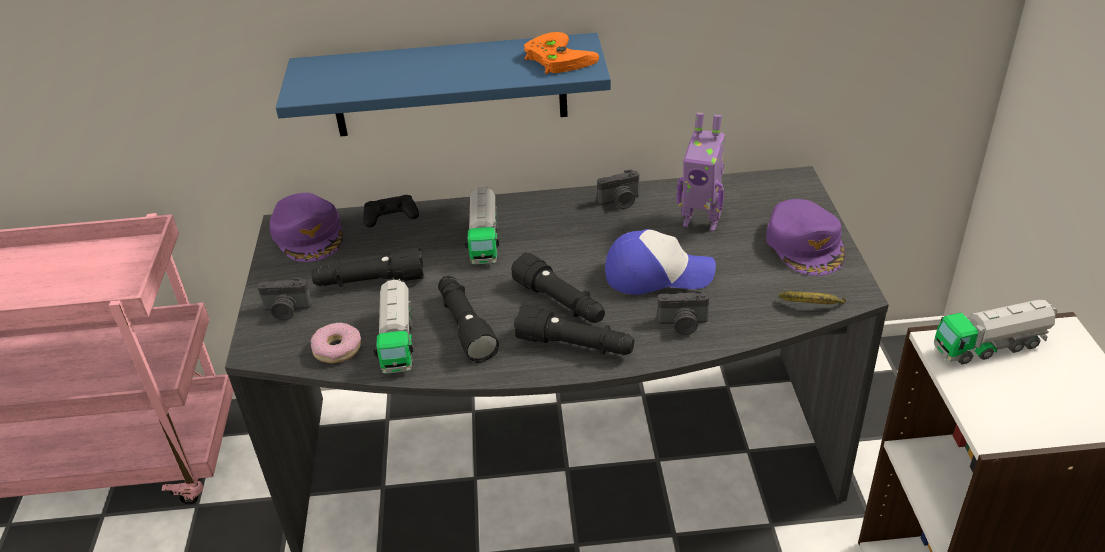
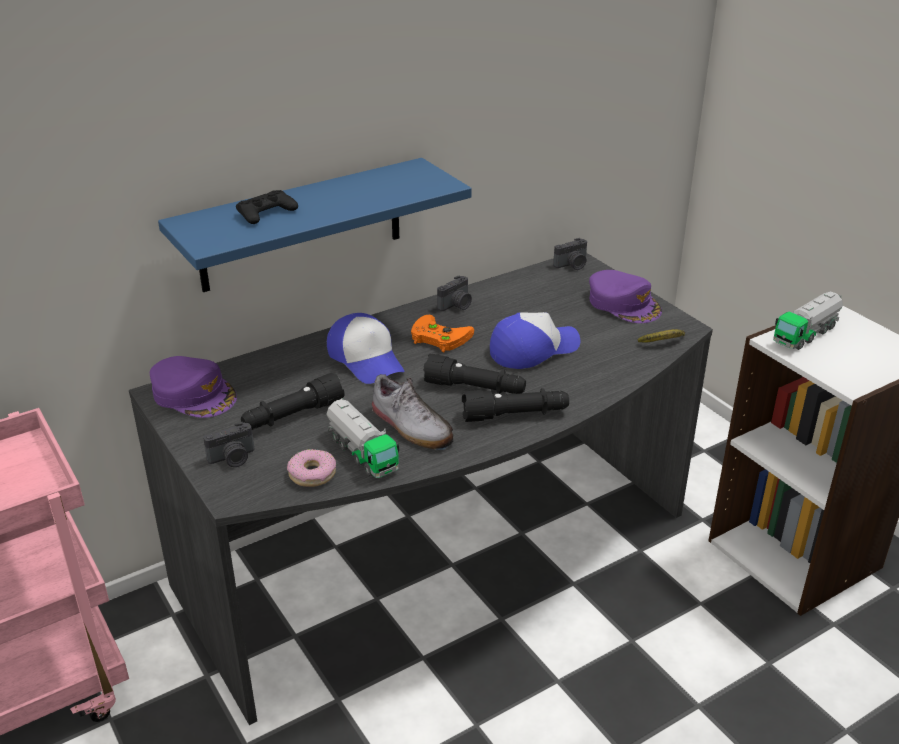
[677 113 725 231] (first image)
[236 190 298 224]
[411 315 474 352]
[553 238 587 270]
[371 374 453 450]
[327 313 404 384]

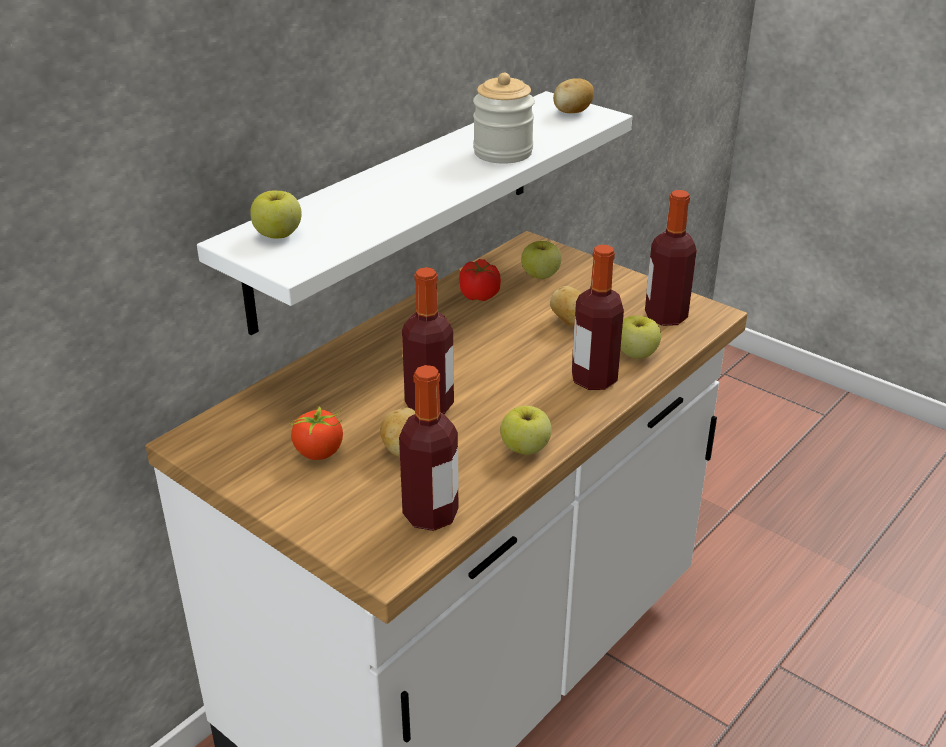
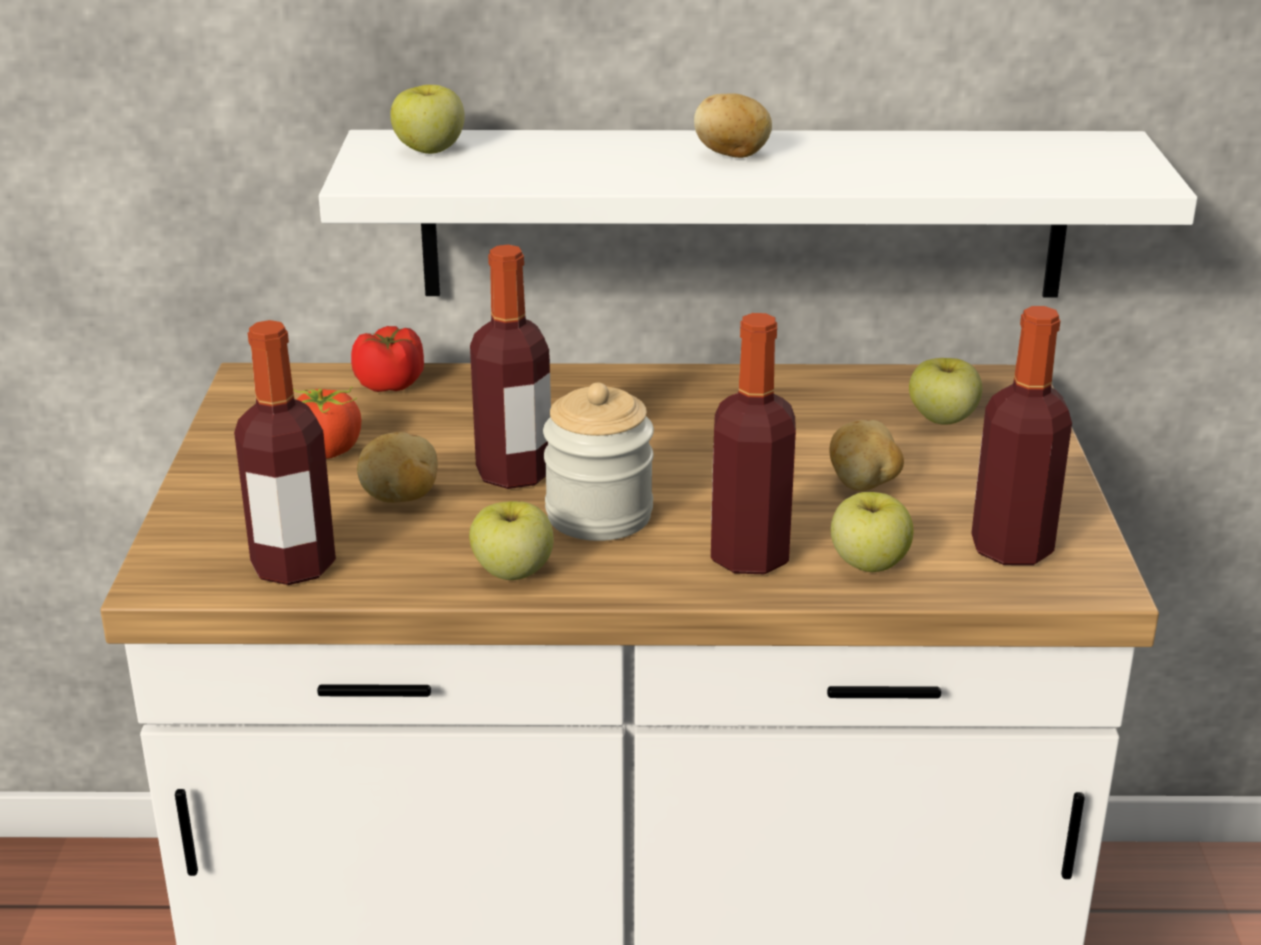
[351 326 424 392]
[543 383 654 541]
[694 93 772 158]

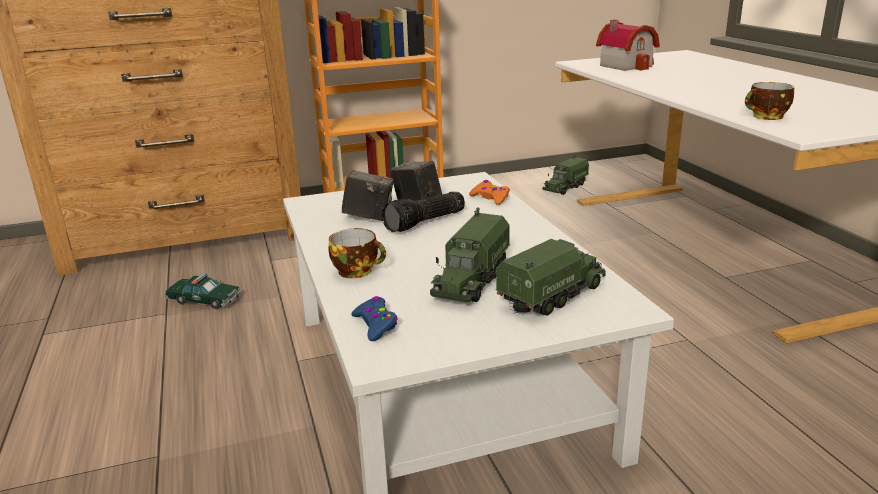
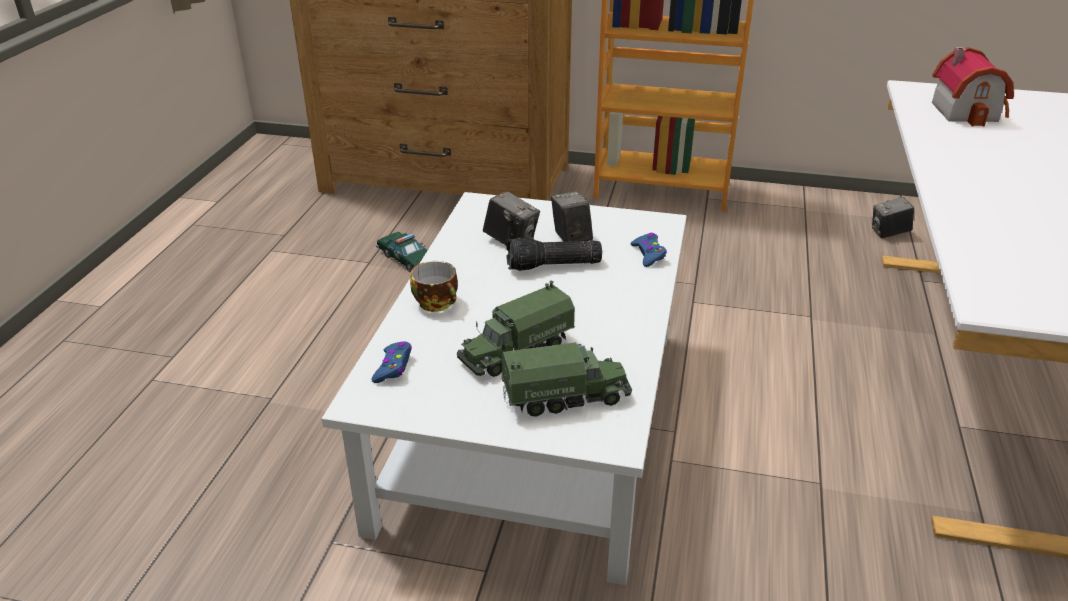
[745 82 794 120] (first image)
[872 197 914 238]
[631 233 667 267]

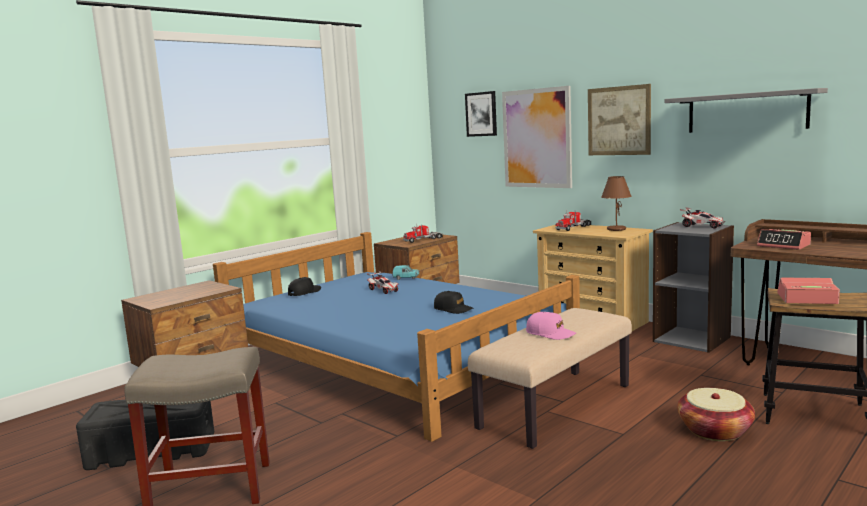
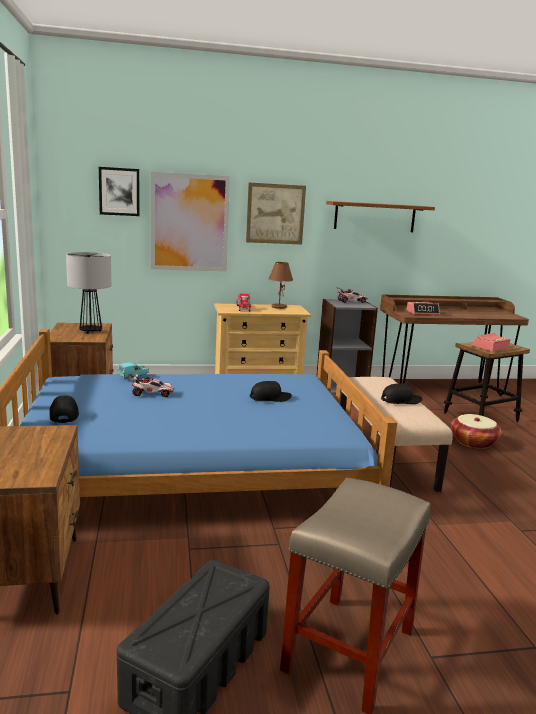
[66 252 112 334]
[381 383 422 404]
[326 201 435 232]

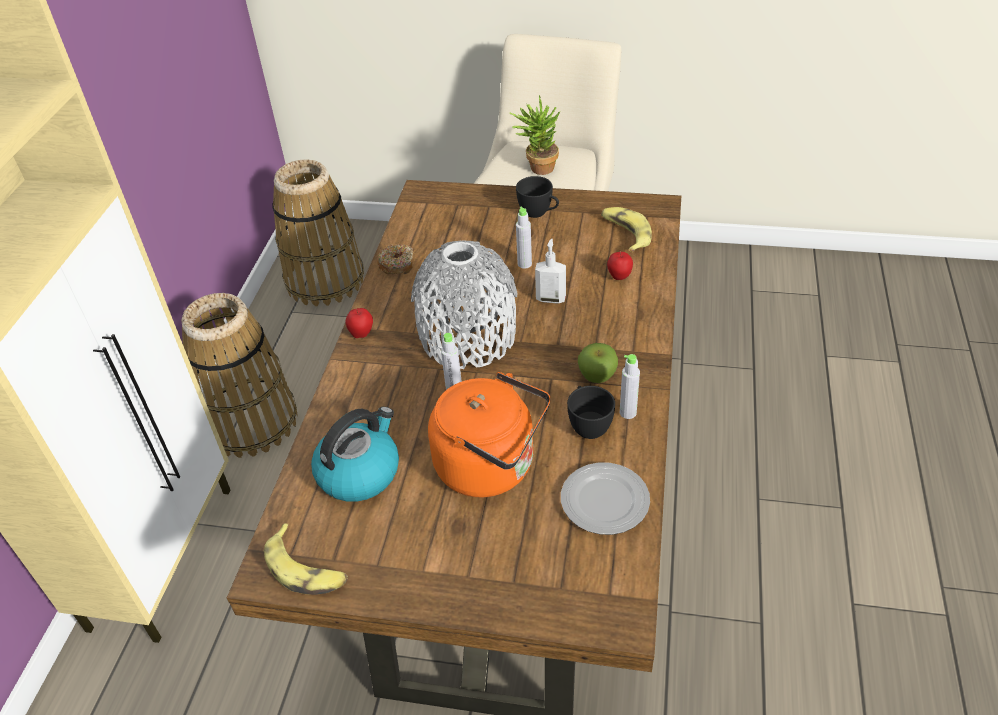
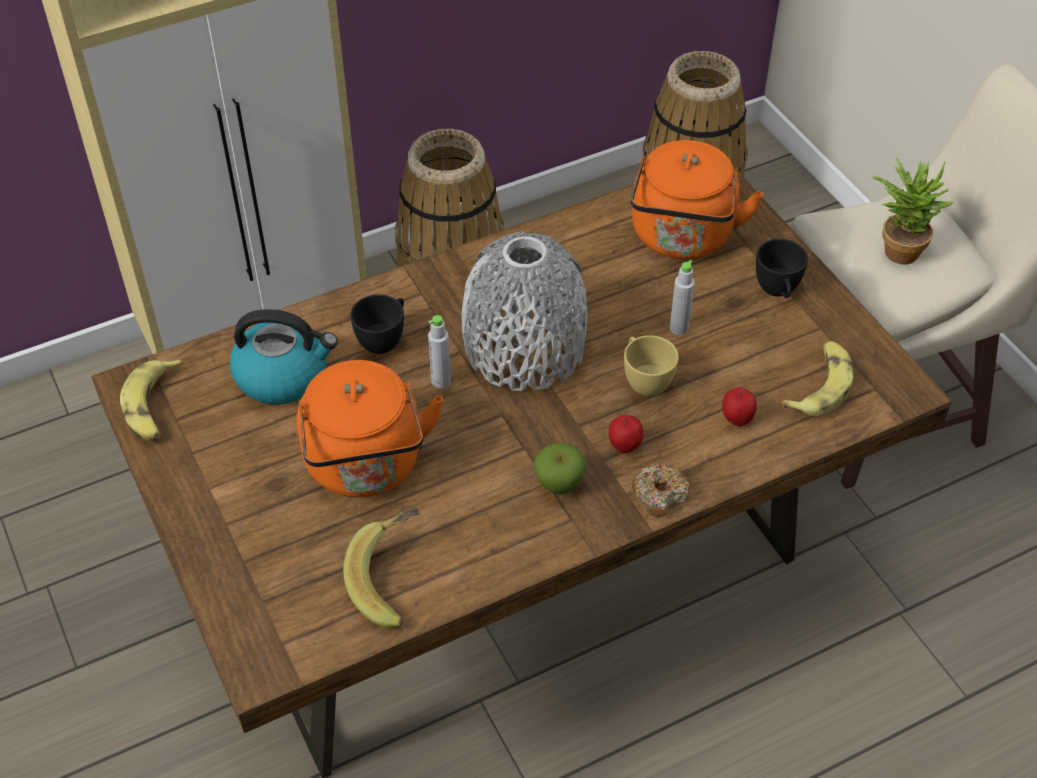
[620 354 640 419] (first image)
[630 140 764 259]
[609 415 643 454]
[631 464 690 517]
[350 294 404 354]
[624 335 679 396]
[343 508 419 628]

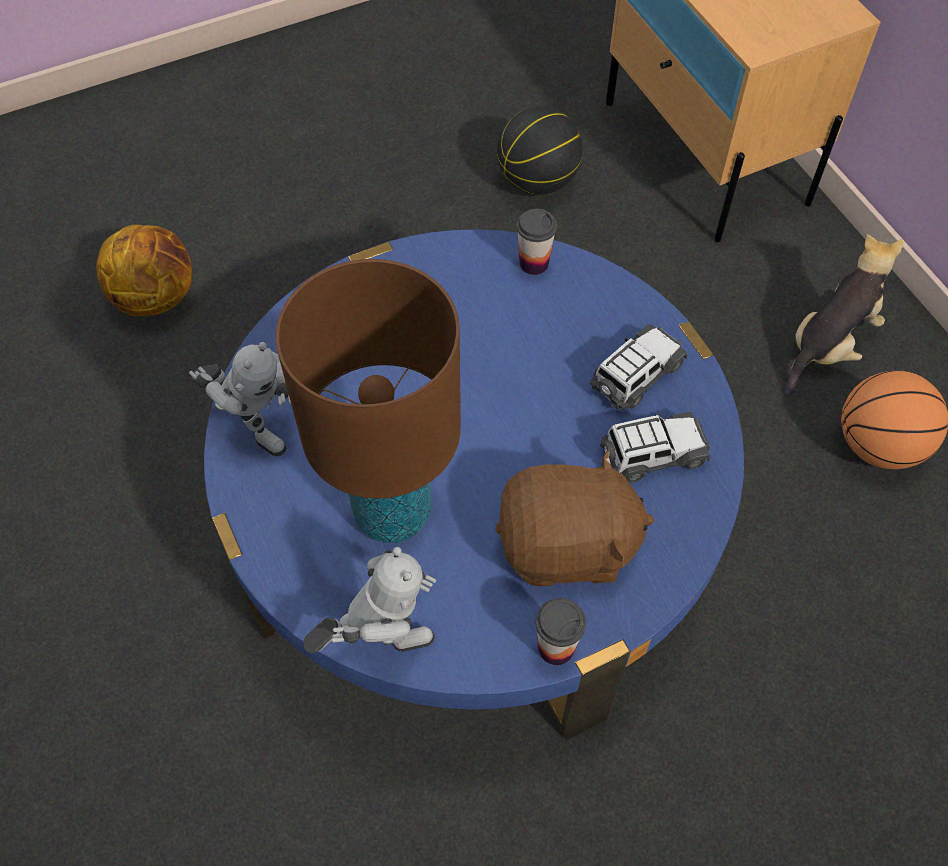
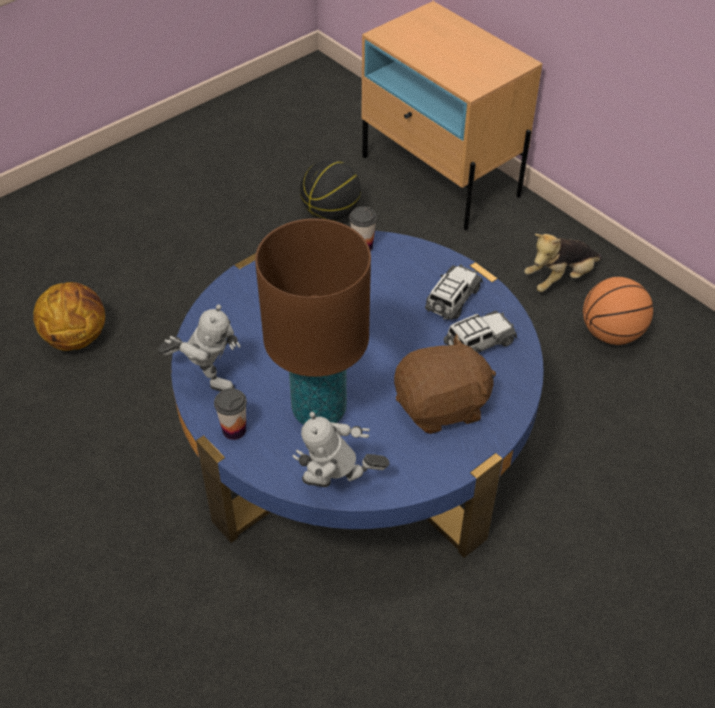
[214 388 247 440]
[293 412 390 487]
[524 234 602 292]

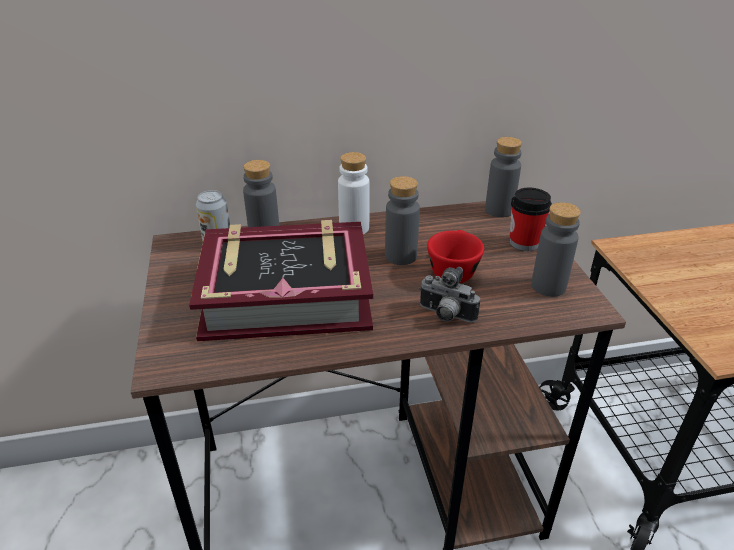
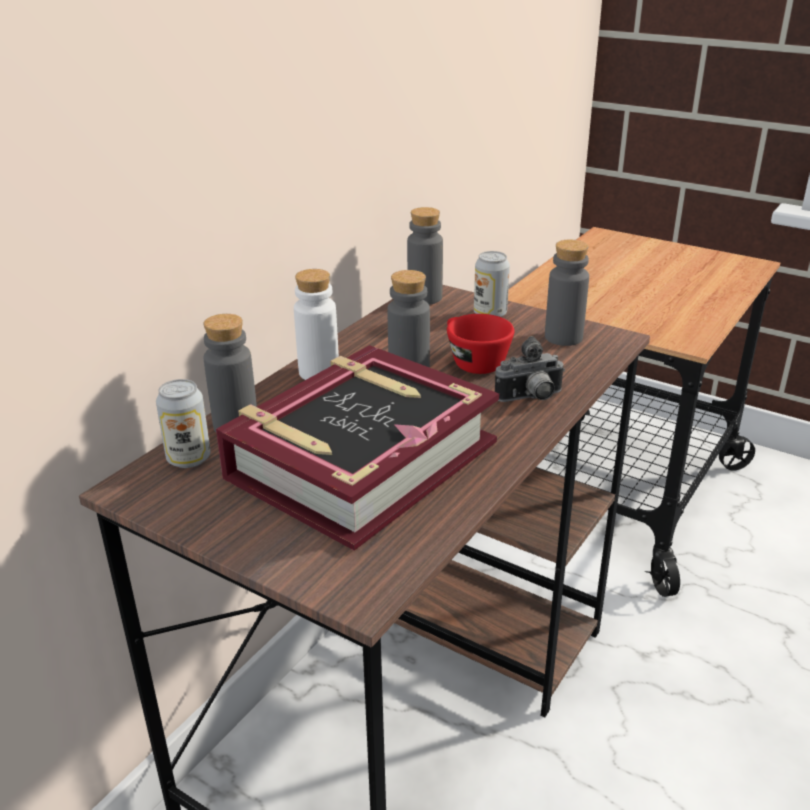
[474 251 510 317]

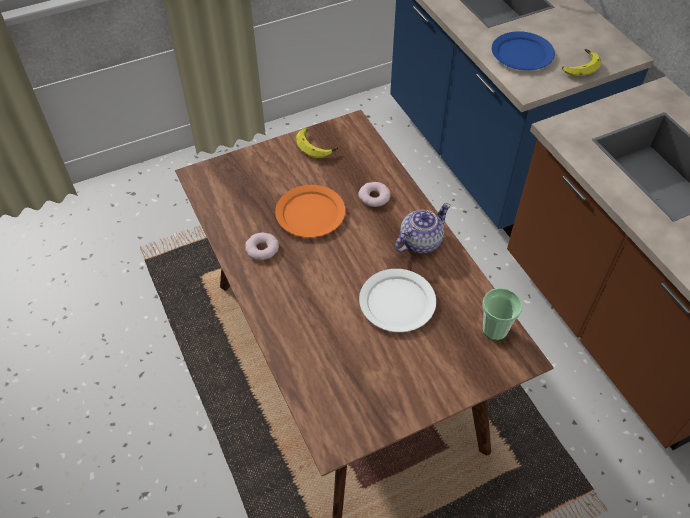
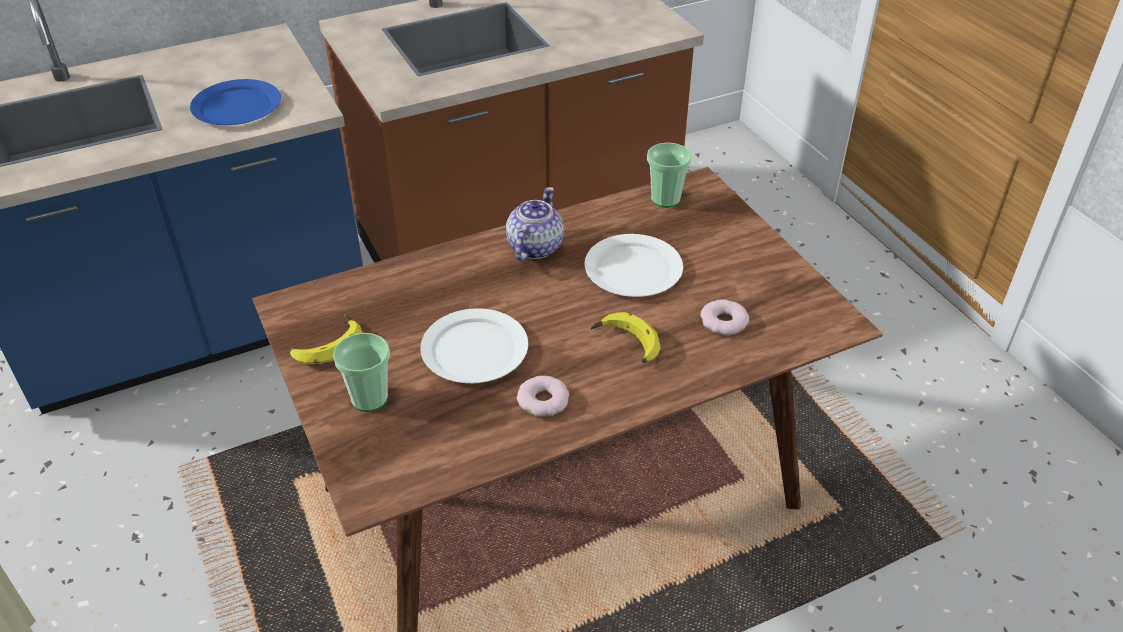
[333 333 390 412]
[700 300 749 336]
[591 312 661 363]
[420 308 528 383]
[506 187 564 262]

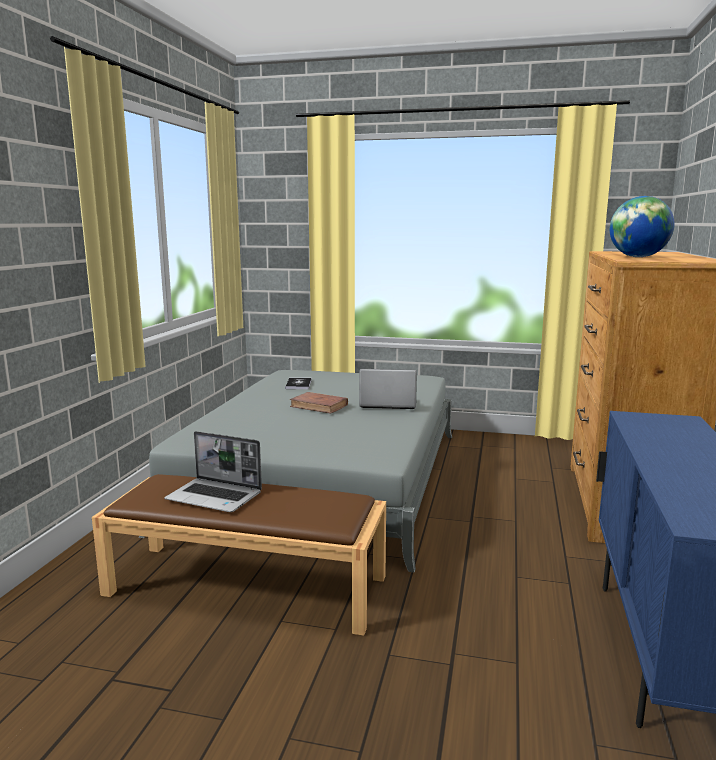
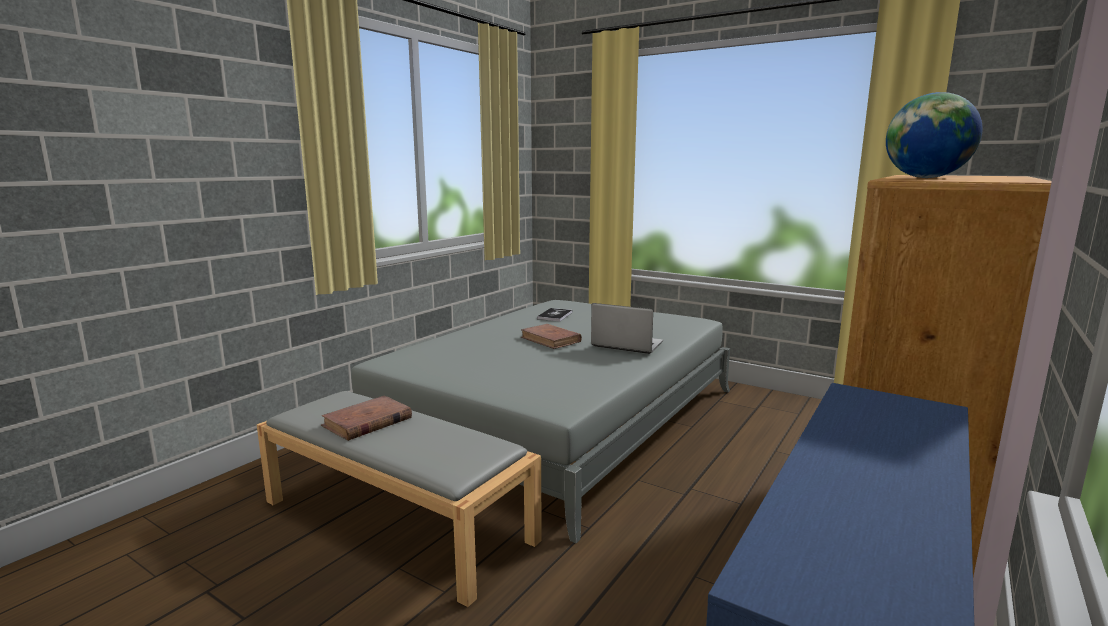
[321 396 412 441]
[257 391 542 607]

